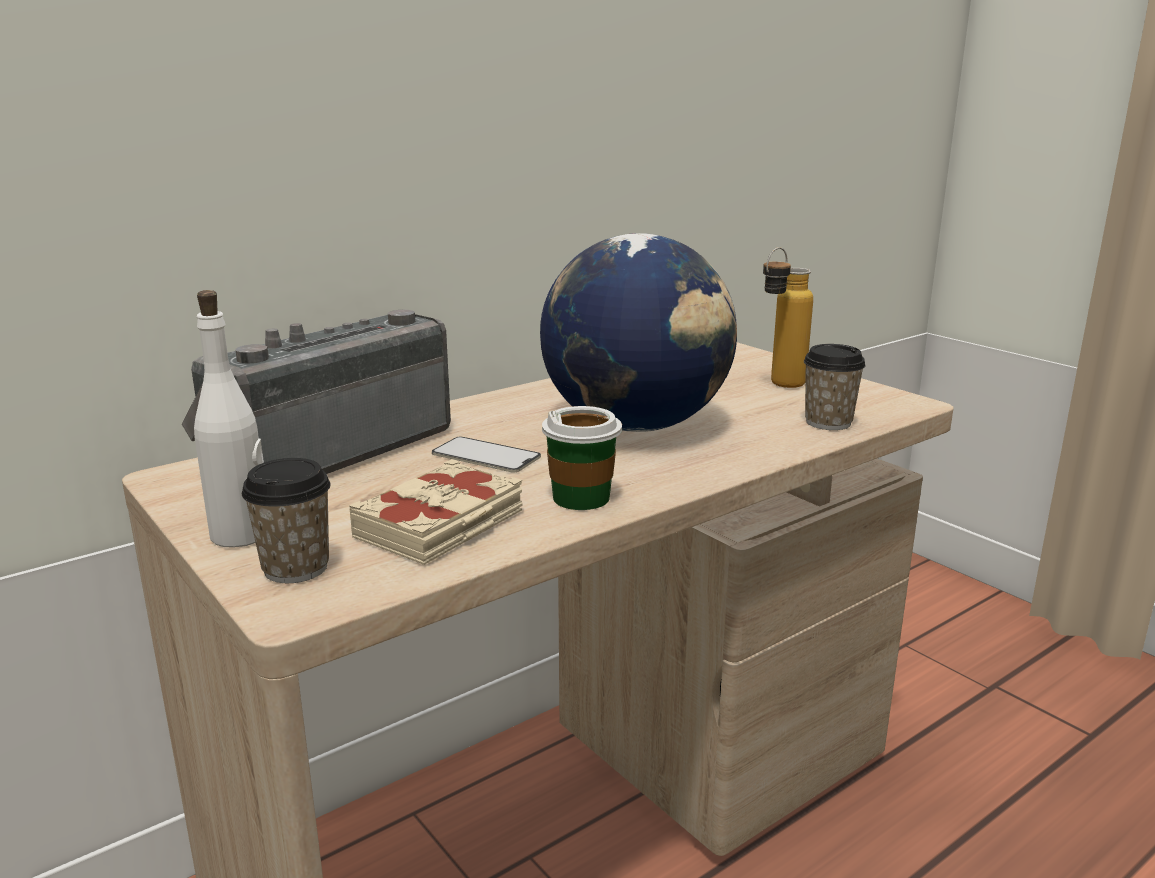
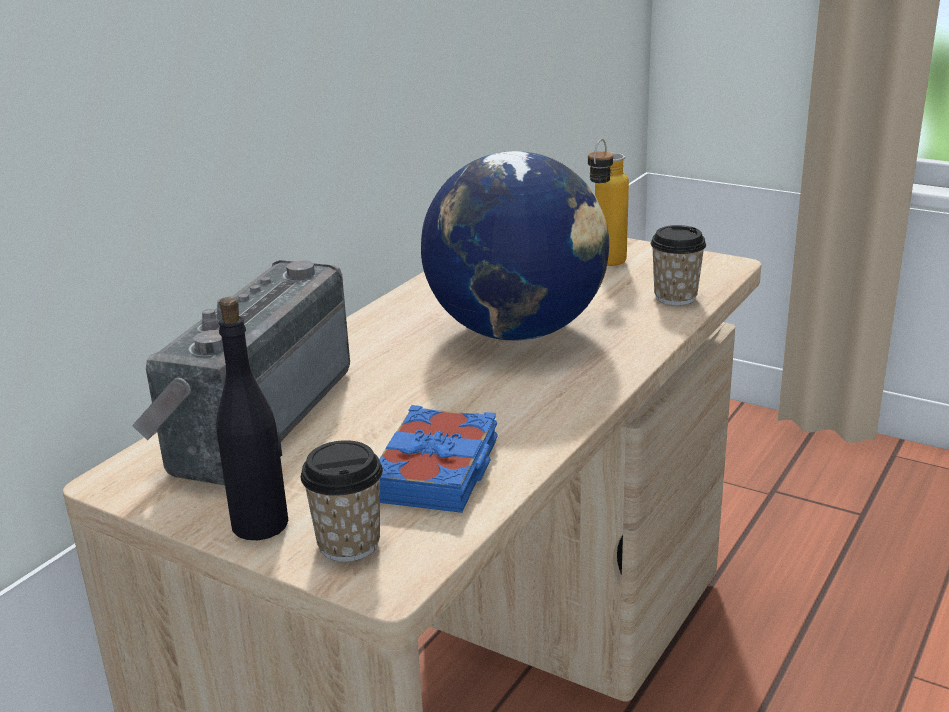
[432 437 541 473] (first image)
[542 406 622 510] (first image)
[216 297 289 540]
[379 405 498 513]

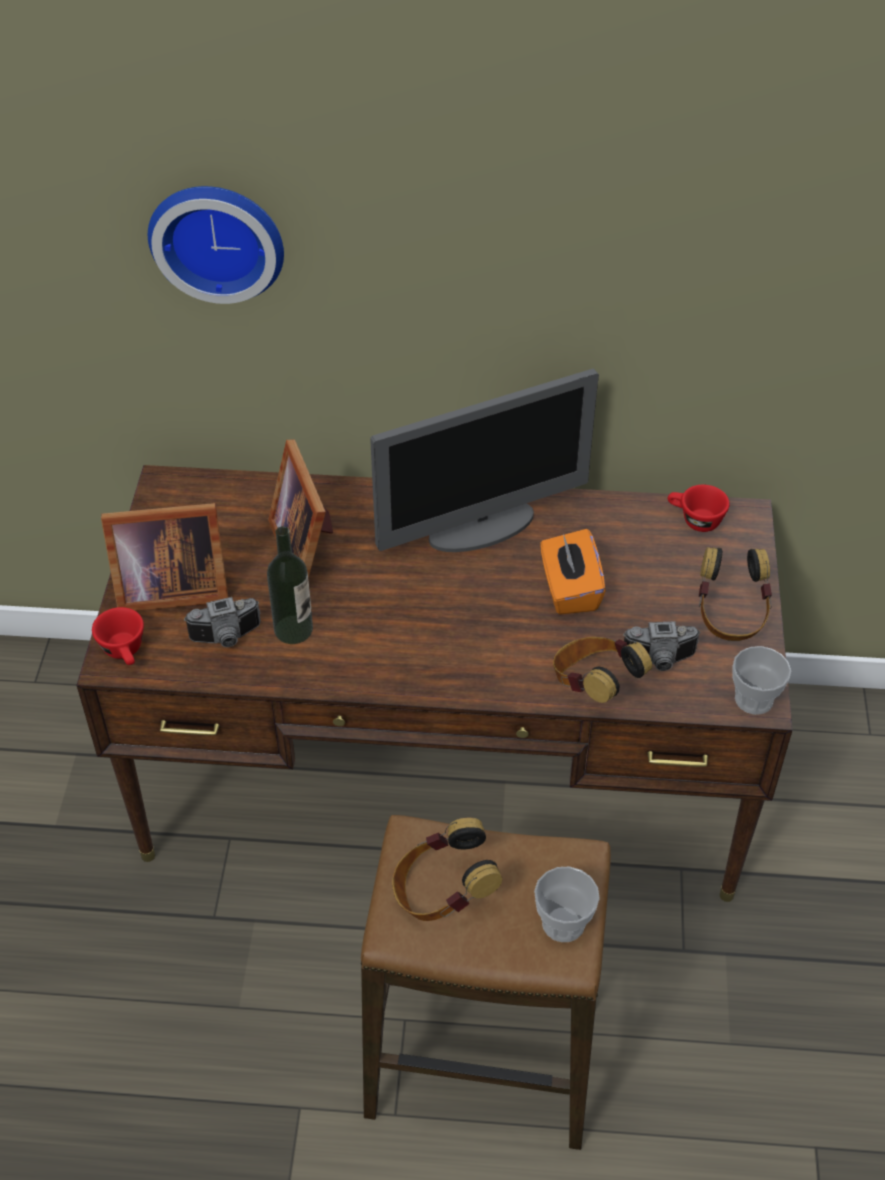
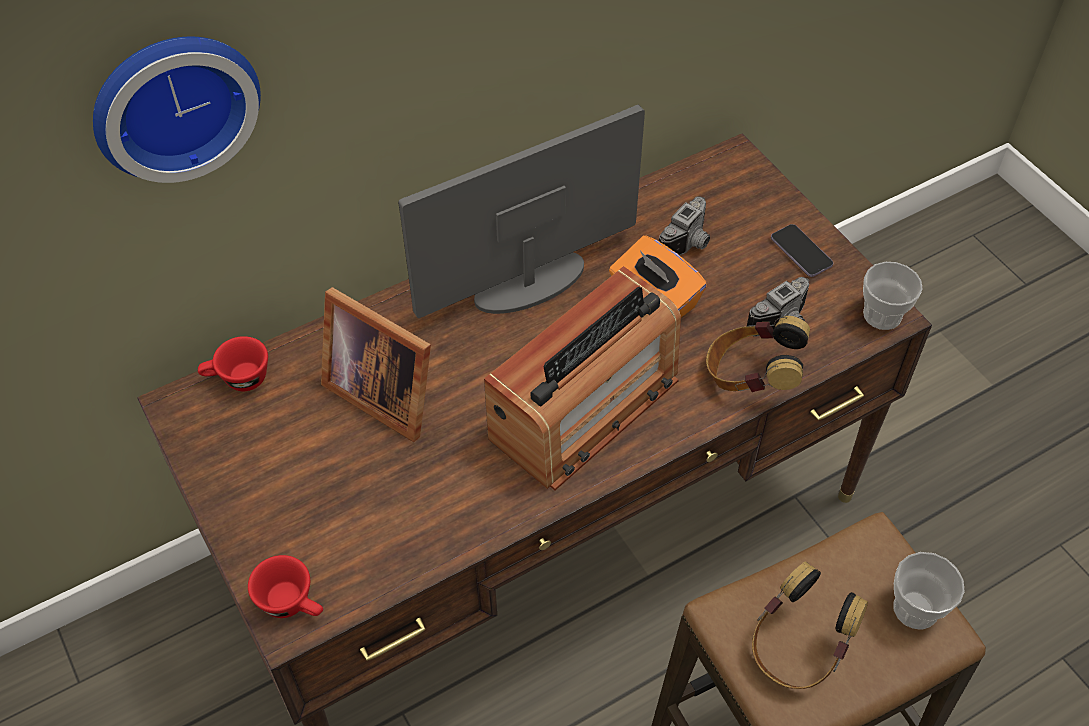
[101 503 228 611] (first image)
[267 526 313 644] (first image)
[484 266 681 490]
[659 196 710 255]
[198 336 268 391]
[771 224 833 277]
[398 105 645 318]

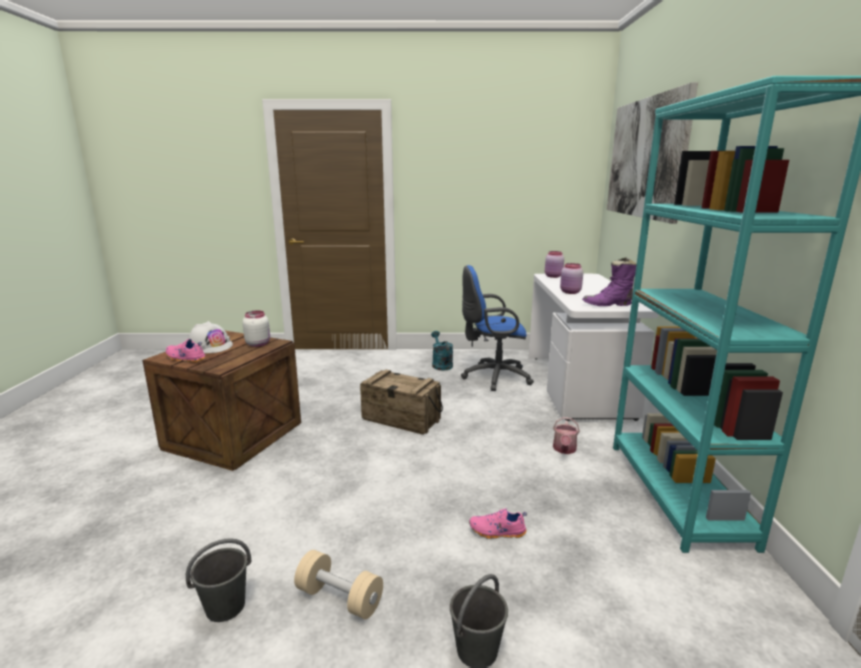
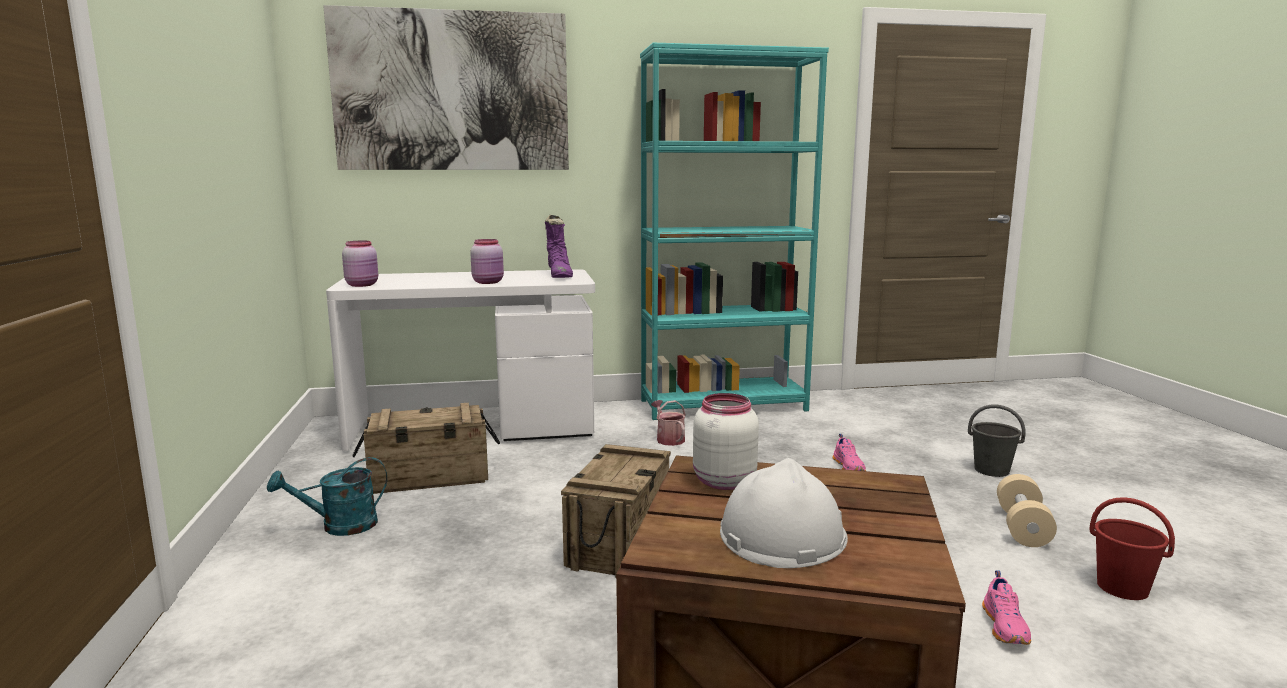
[982 570 1031 645]
[352 403 500 494]
[1089 497 1175 600]
[651 400 686 446]

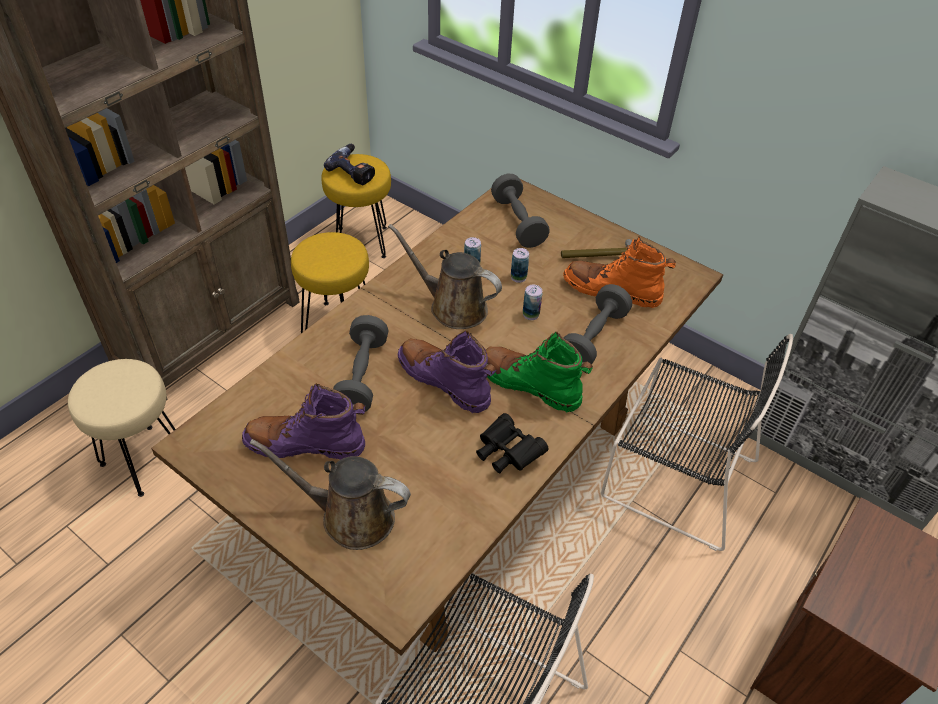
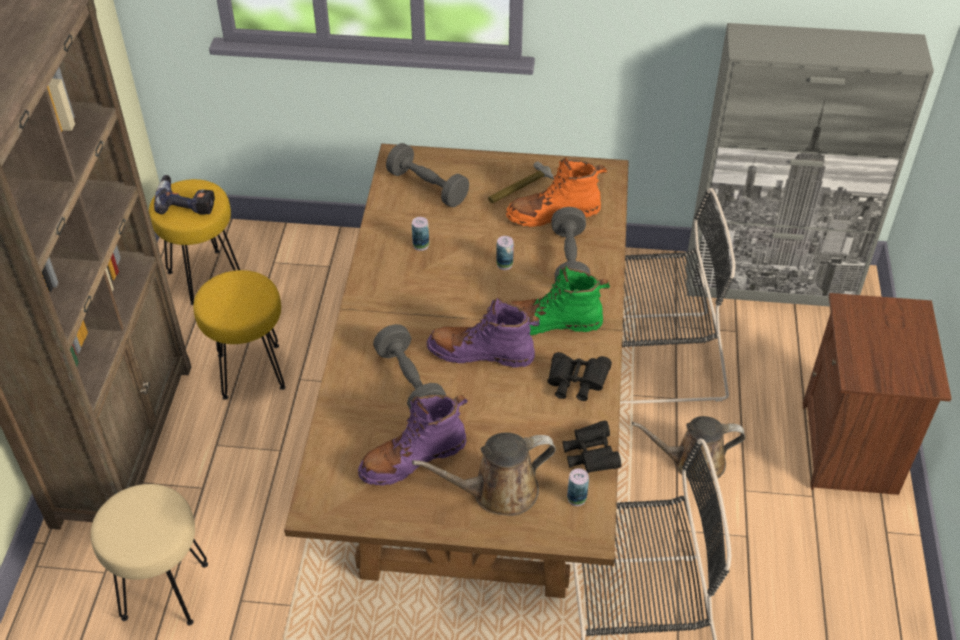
[562 421 621 473]
[632 416 745 483]
[567 468 589 506]

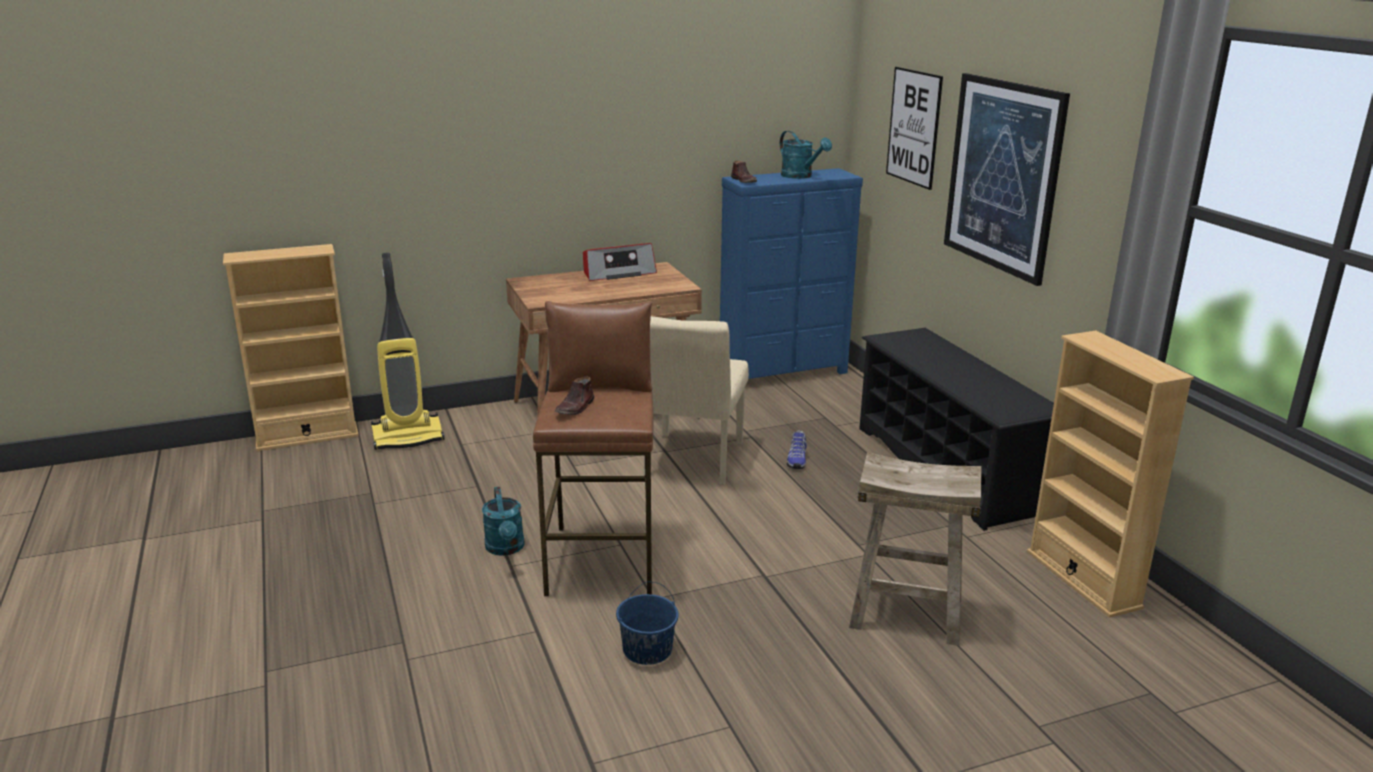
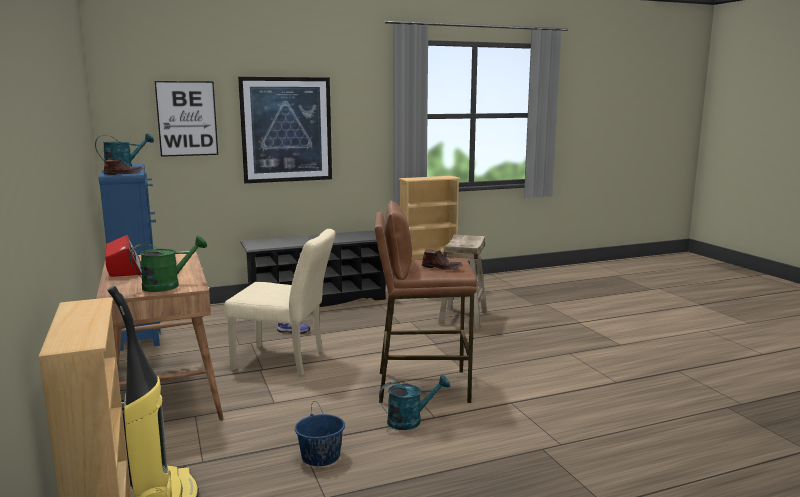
[130 236 207 292]
[295 401 345 466]

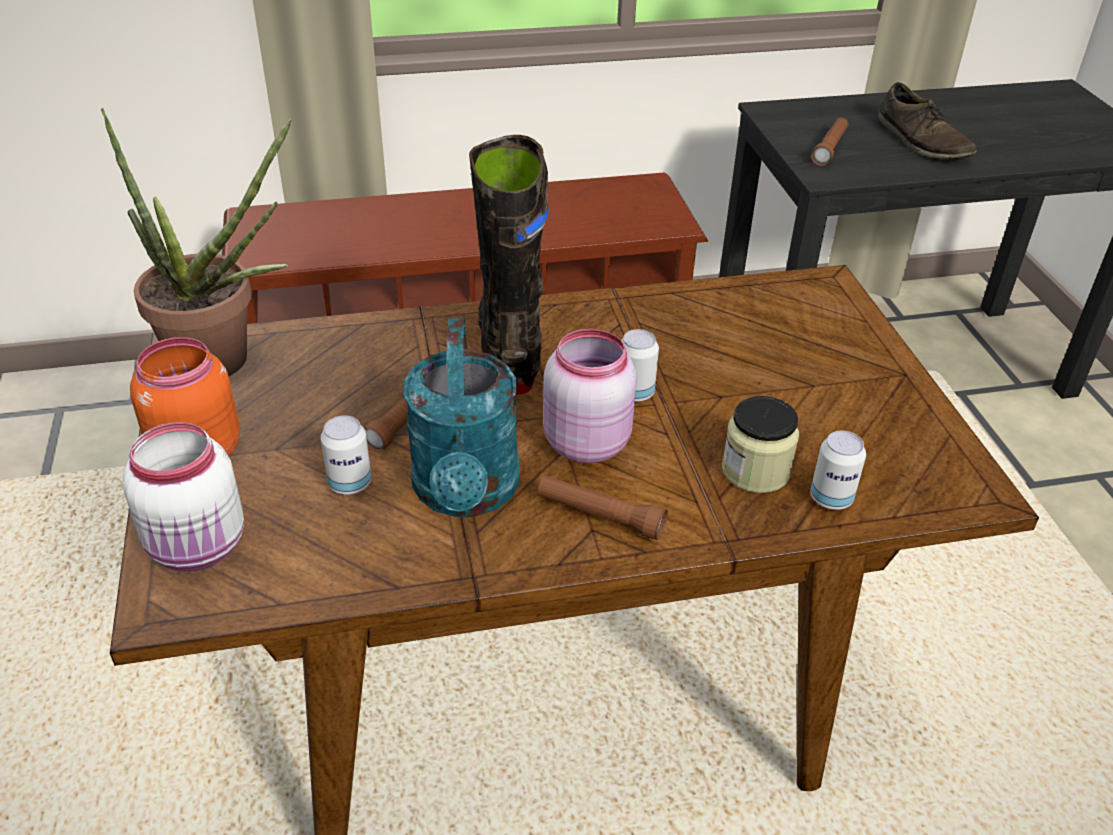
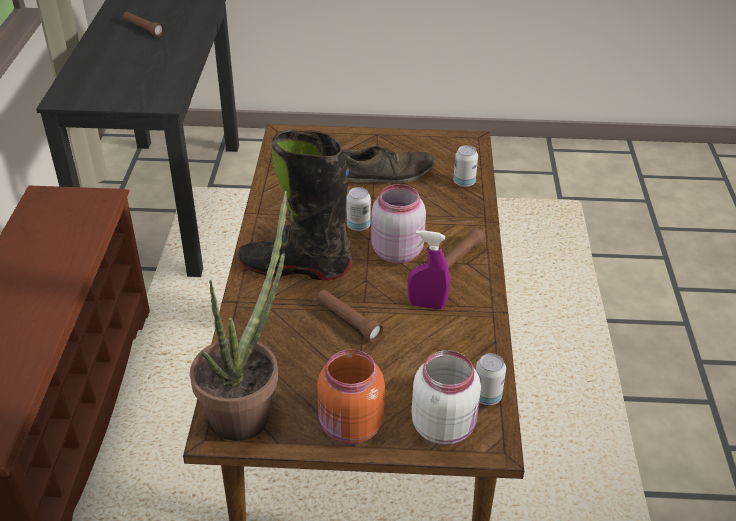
[722 396 799 493] (first image)
[476 353 506 405]
[123 12 164 37]
[343 146 435 184]
[408 230 450 310]

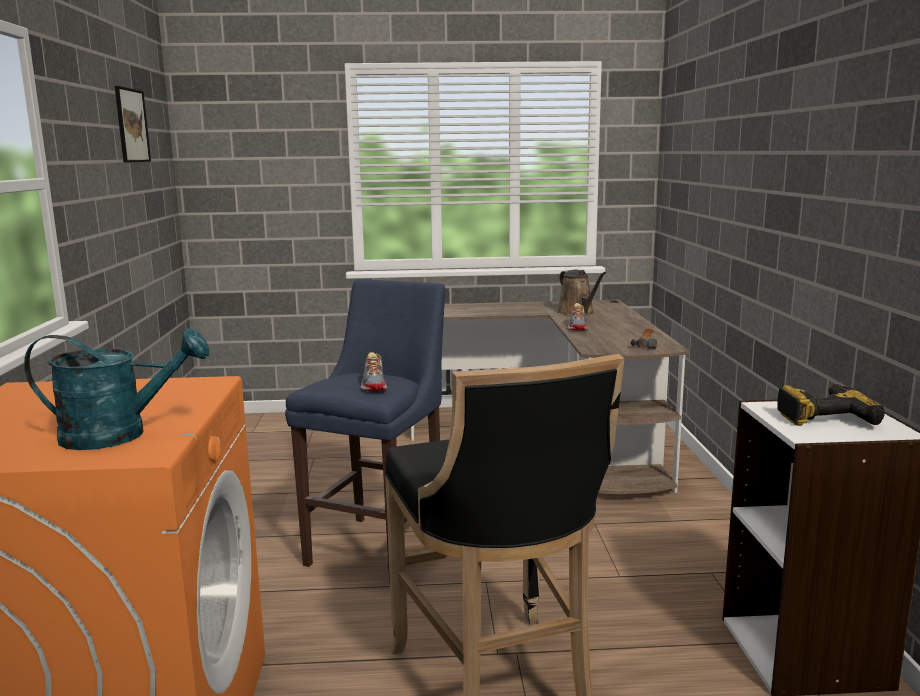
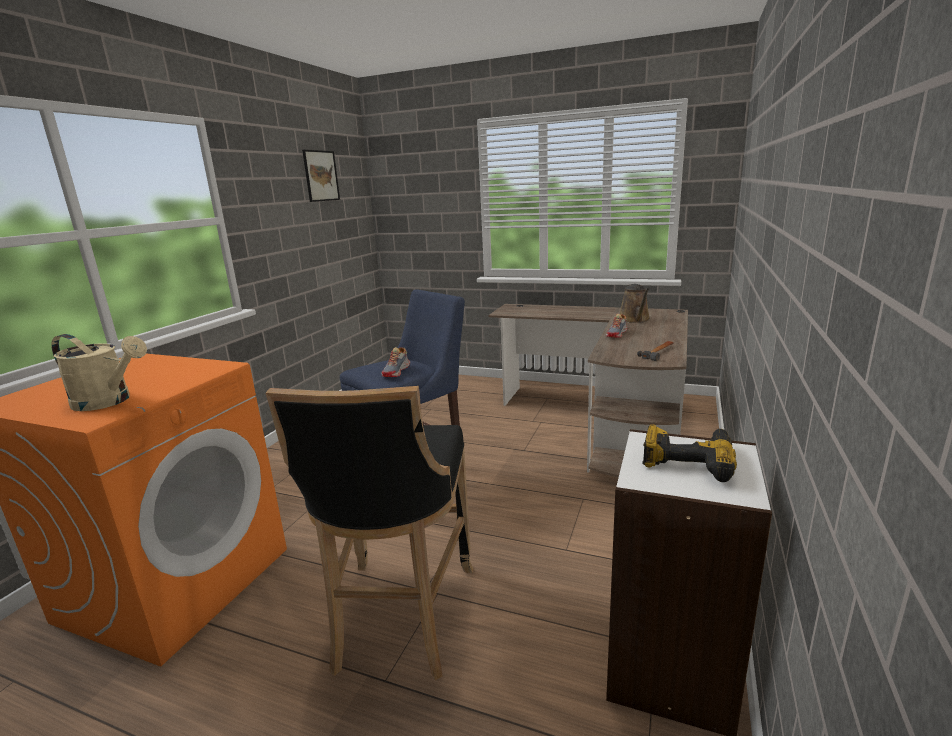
[51 334 147 411]

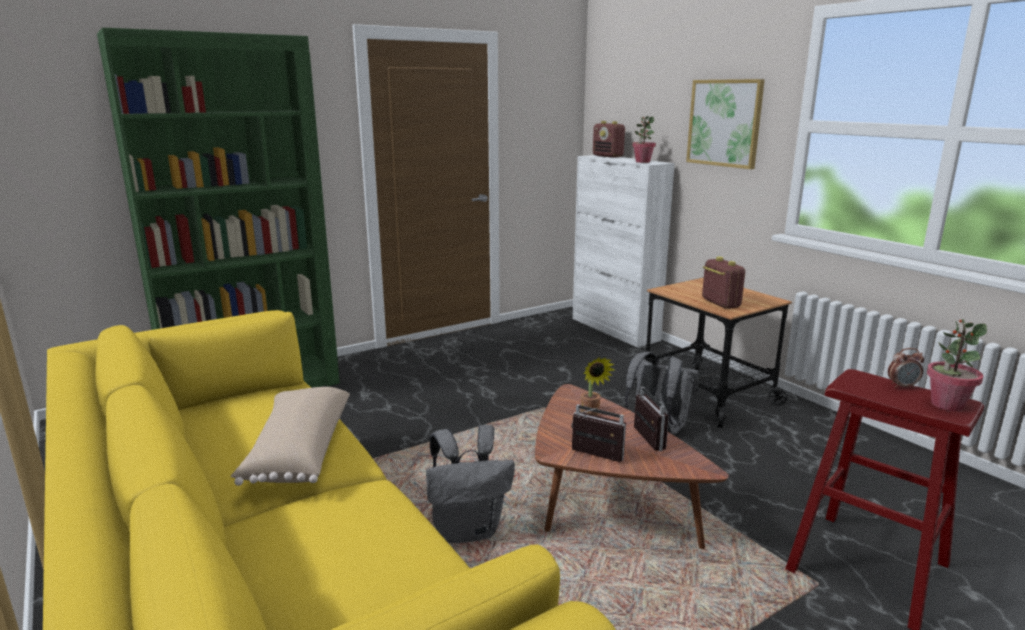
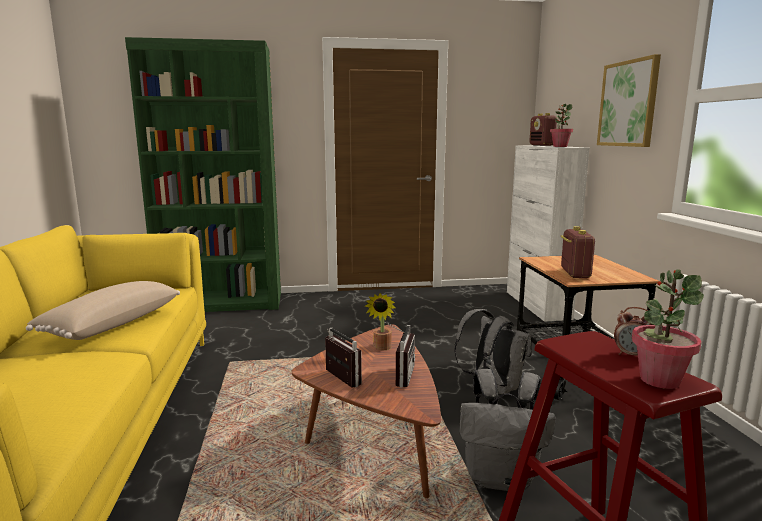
[459 369 556 491]

